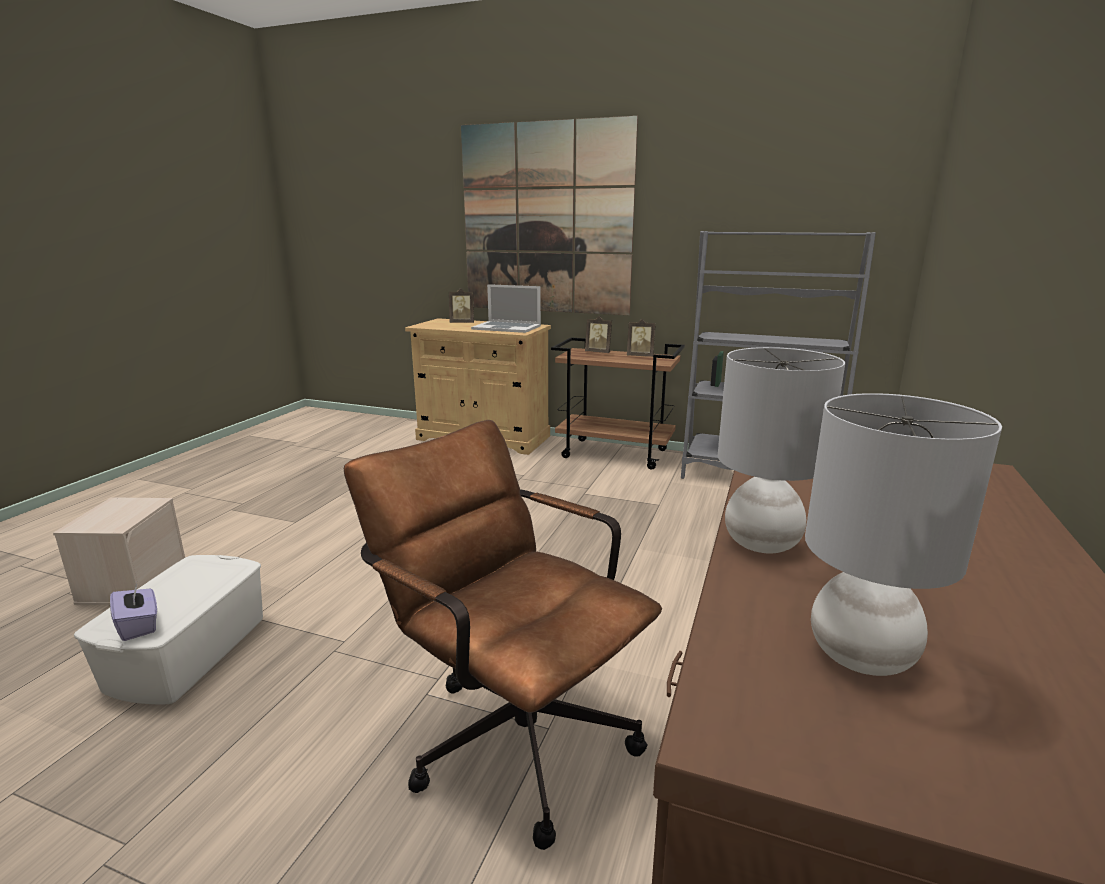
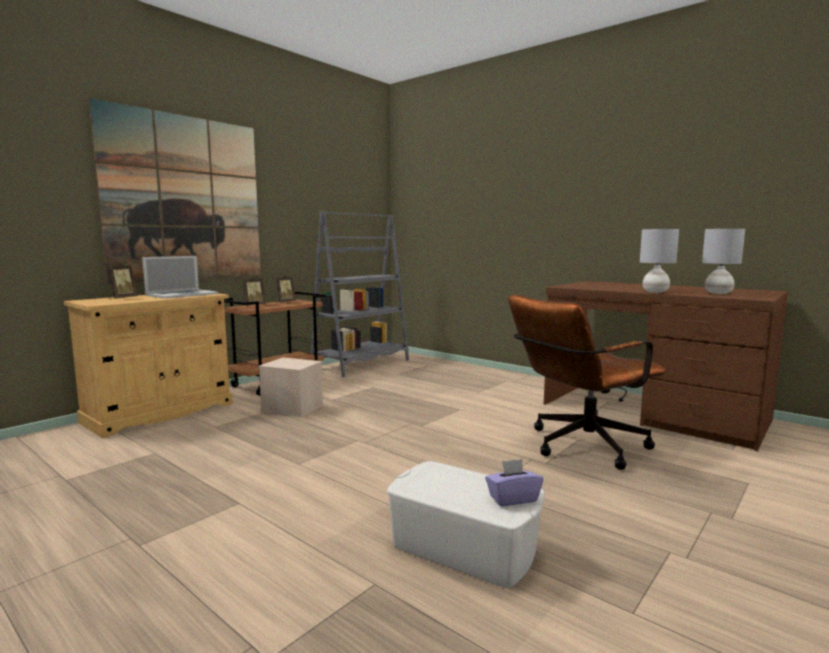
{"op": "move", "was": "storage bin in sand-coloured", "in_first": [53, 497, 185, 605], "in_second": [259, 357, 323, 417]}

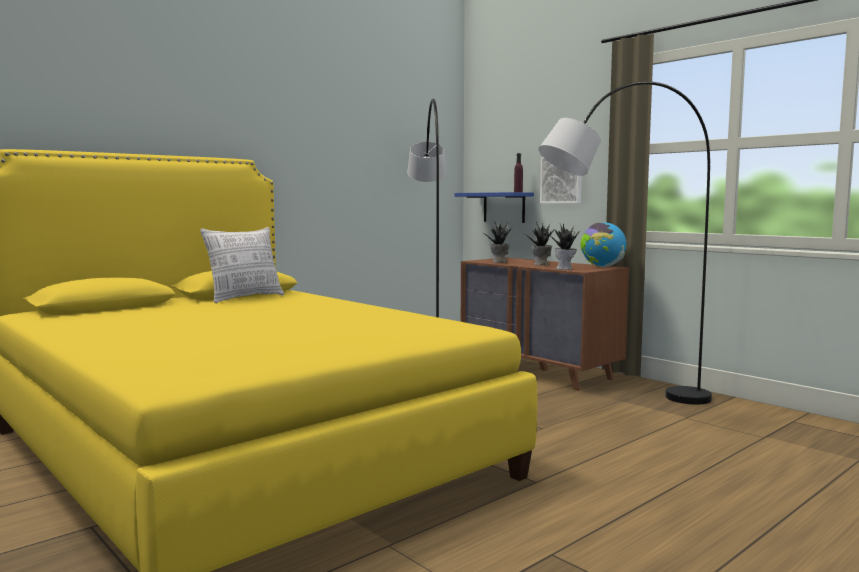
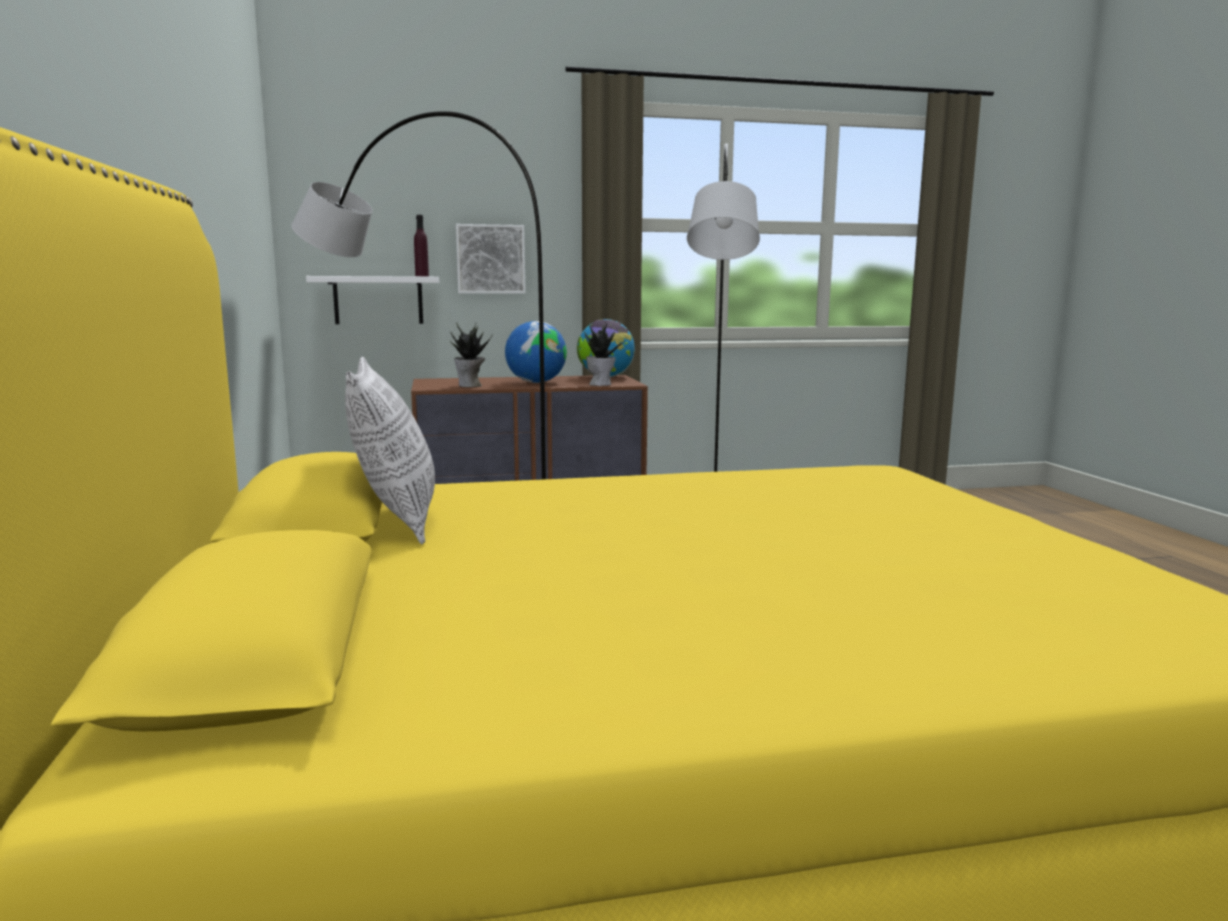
{"op": "recolor", "was": "wall shelf in blue", "now": "wall shelf in white-coloured", "in_first": [455, 192, 534, 223], "in_second": [306, 276, 439, 324]}
{"op": "replace", "was": "potted plant", "now": "globe", "in_first": [525, 222, 554, 265], "in_second": [505, 321, 567, 383]}

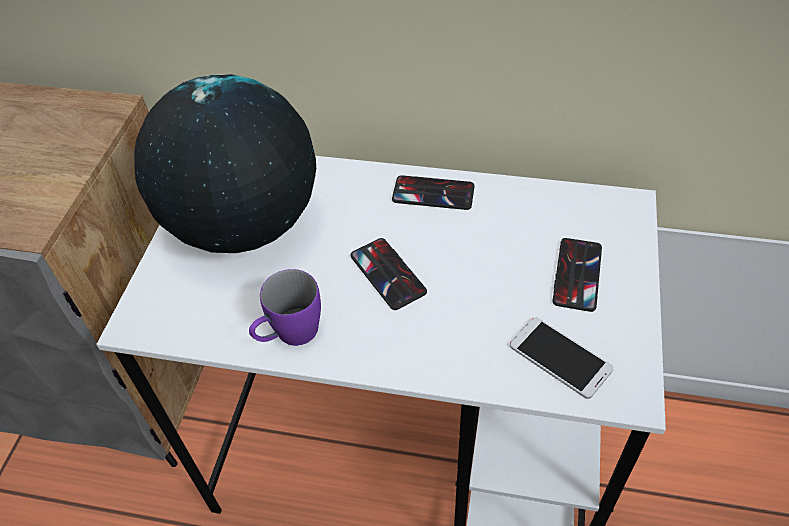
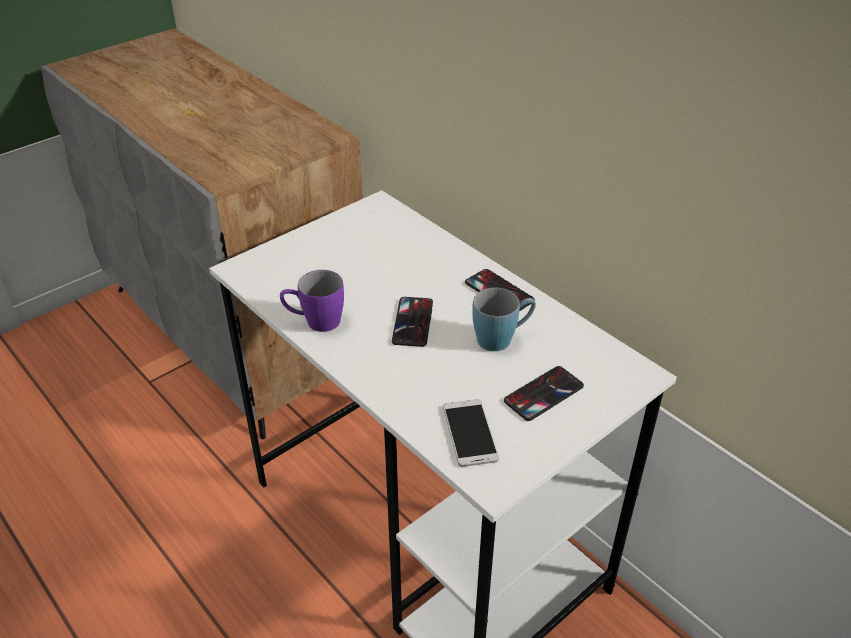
{"op": "insert", "now": "tea mug in blue", "in_second": [472, 288, 536, 351]}
{"op": "delete", "was": "globe", "in_first": [134, 74, 316, 253]}

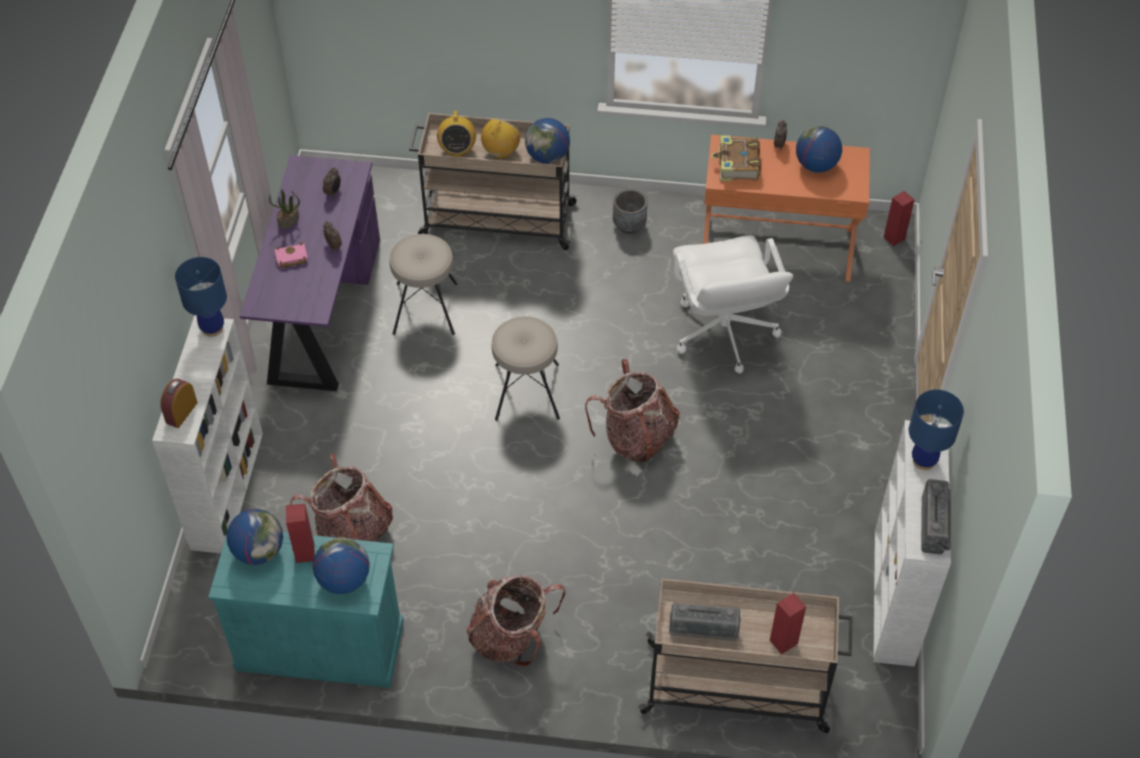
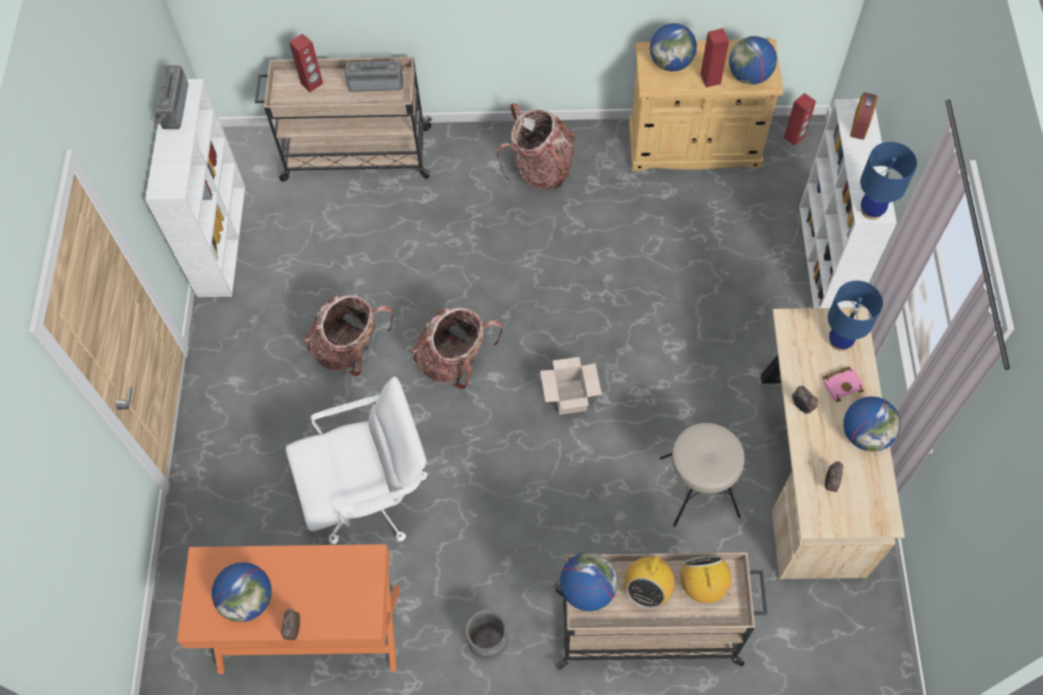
{"op": "rotate", "was": "office chair in white-coloured", "in_first": [673, 235, 793, 373], "in_second": [286, 377, 427, 544], "clockwise": 90}
{"op": "move", "was": "backpack", "in_first": [290, 453, 393, 542], "in_second": [304, 295, 393, 376]}
{"op": "replace", "was": "sitting stool in sand-coloured", "now": "carton", "in_first": [492, 316, 560, 421], "in_second": [540, 357, 602, 415]}
{"op": "recolor", "was": "cupboard in blue-green", "now": "cupboard in sand-coloured", "in_first": [208, 532, 404, 688], "in_second": [629, 39, 783, 171]}
{"op": "recolor", "was": "desk in purplish", "now": "desk in sand-coloured", "in_first": [240, 155, 380, 391], "in_second": [761, 307, 905, 579]}
{"op": "move", "was": "audio speaker in red-coloured", "in_first": [883, 191, 915, 246], "in_second": [784, 93, 816, 146]}
{"op": "move", "was": "lamp for a table in blue", "in_first": [909, 390, 964, 470], "in_second": [828, 281, 883, 351]}
{"op": "replace", "was": "potted plant", "now": "globe", "in_first": [269, 189, 300, 229], "in_second": [844, 396, 901, 452]}
{"op": "delete", "was": "bound book", "in_first": [711, 135, 761, 181]}

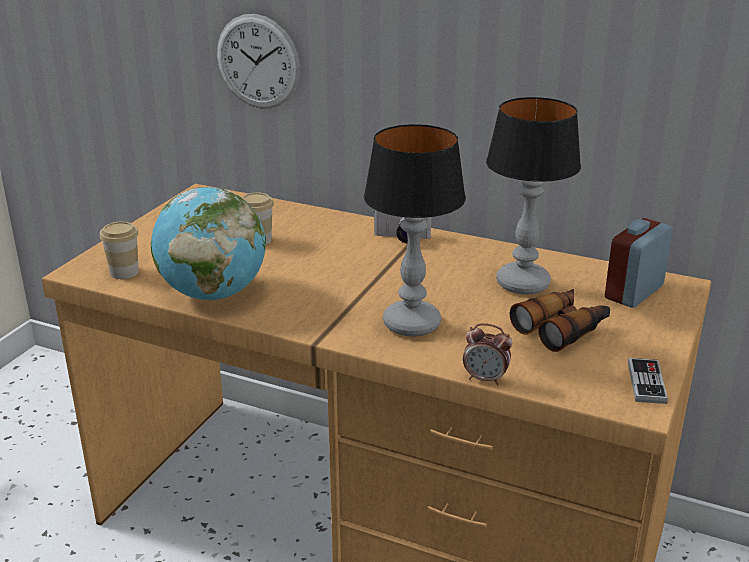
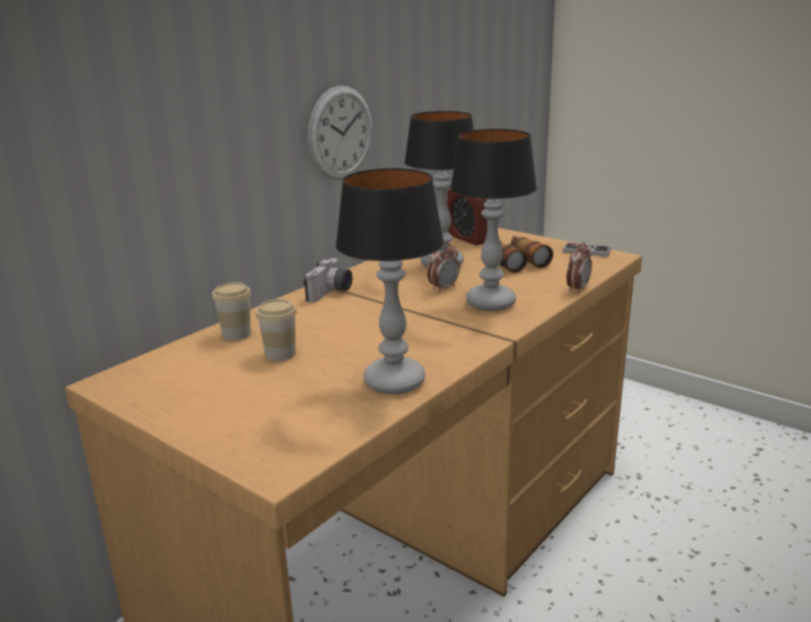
{"op": "move", "was": "drinking cup", "in_first": [100, 222, 139, 279], "in_second": [212, 282, 251, 340]}
{"op": "move", "was": "wall clock", "in_first": [217, 14, 300, 108], "in_second": [308, 86, 372, 180]}
{"op": "replace", "was": "globe", "now": "lamp for a table", "in_first": [151, 187, 266, 300], "in_second": [336, 168, 444, 394]}
{"op": "insert", "now": "bedside clock", "in_second": [427, 243, 460, 293]}

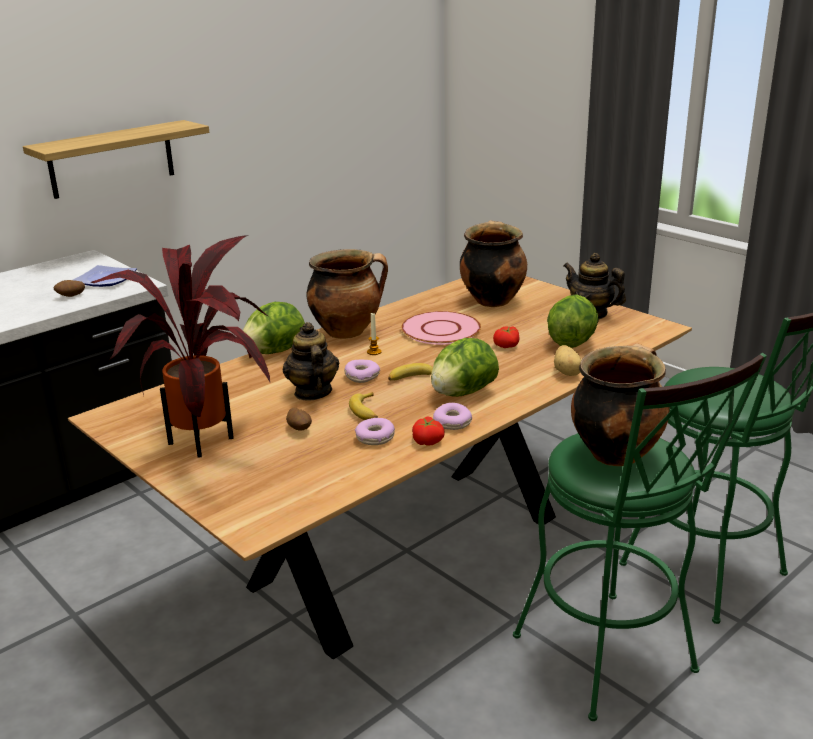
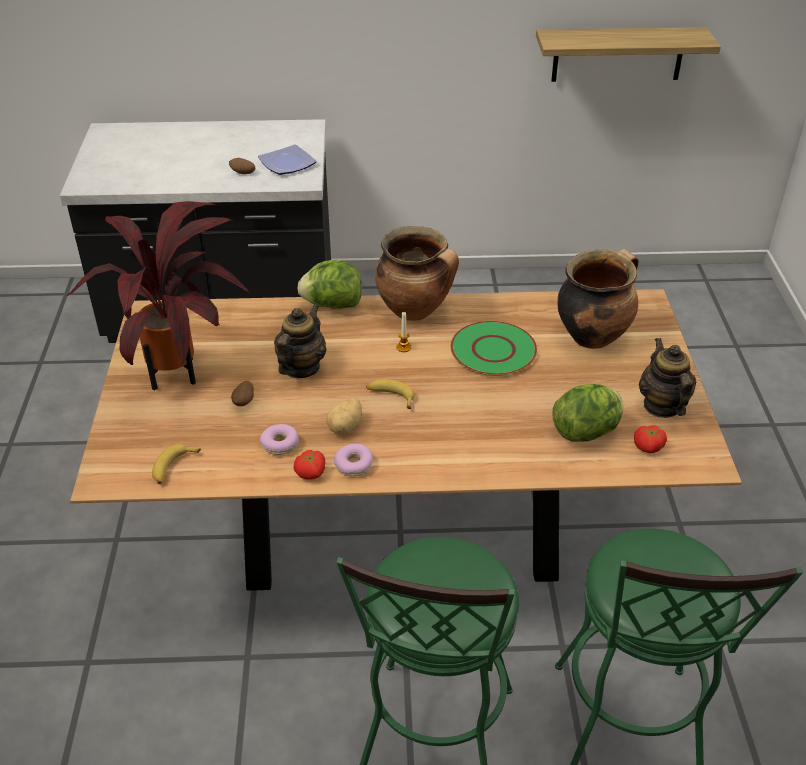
{"op": "move", "was": "banana fruit", "in_first": [349, 392, 378, 420], "in_second": [152, 444, 201, 484]}
{"op": "move", "was": "whole potato", "in_first": [554, 345, 581, 376], "in_second": [326, 398, 362, 435]}
{"op": "recolor", "was": "plate in pinkish", "now": "plate in green", "in_first": [401, 311, 481, 345], "in_second": [450, 321, 537, 376]}
{"op": "move", "was": "wall shelf", "in_first": [23, 120, 209, 199], "in_second": [536, 27, 721, 82]}
{"op": "move", "was": "fresh tomato", "in_first": [493, 326, 520, 348], "in_second": [634, 425, 667, 453]}
{"op": "delete", "was": "doughnut", "in_first": [344, 360, 380, 383]}
{"op": "delete", "was": "lettuce head", "in_first": [431, 338, 499, 397]}
{"op": "delete", "was": "cooking pot", "in_first": [571, 343, 670, 466]}

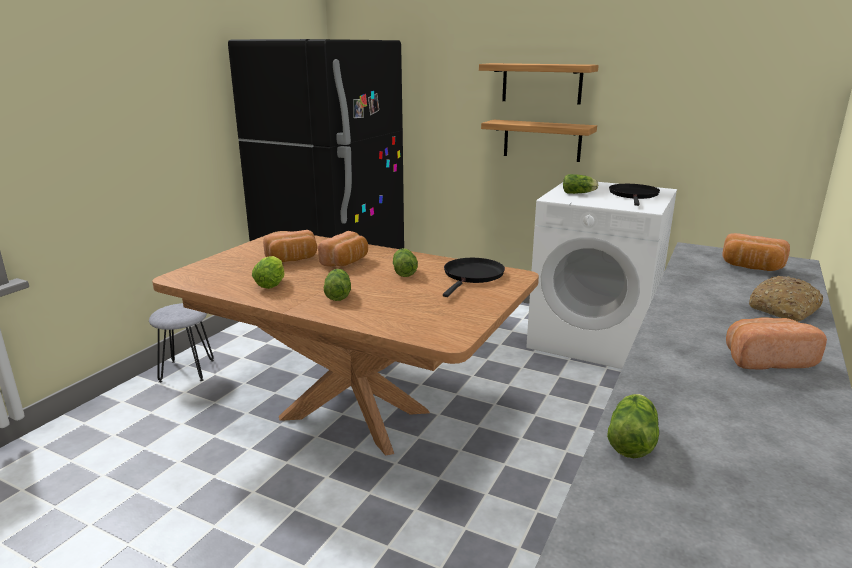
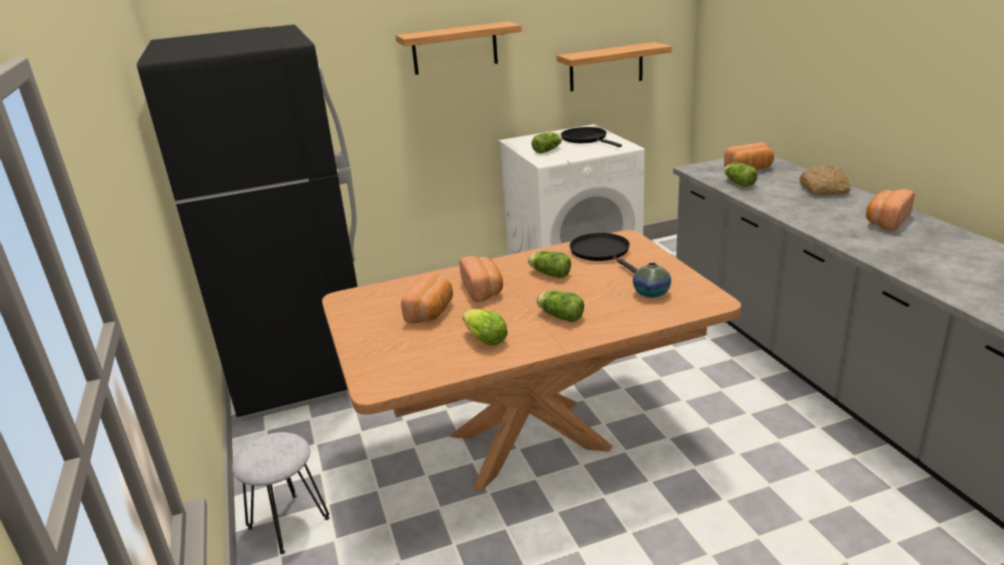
{"op": "move", "was": "wall shelf", "in_first": [481, 120, 597, 162], "in_second": [557, 42, 672, 91]}
{"op": "insert", "now": "vase", "in_second": [633, 262, 671, 298]}
{"op": "move", "was": "lettuce head", "in_first": [607, 394, 659, 458], "in_second": [724, 163, 758, 187]}

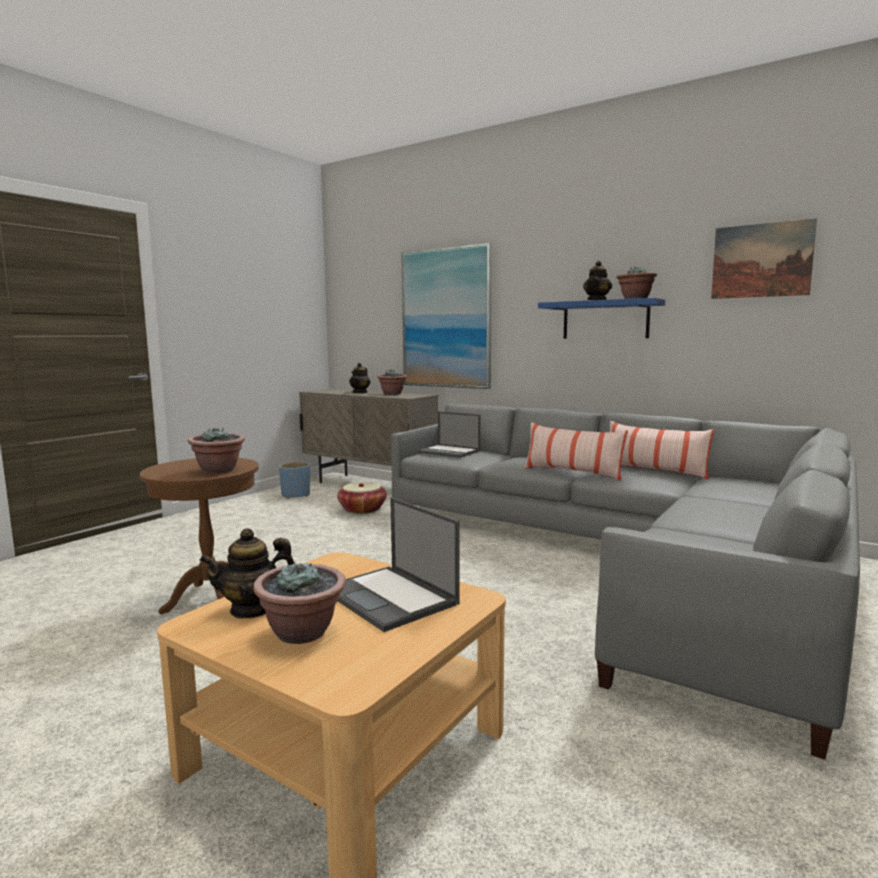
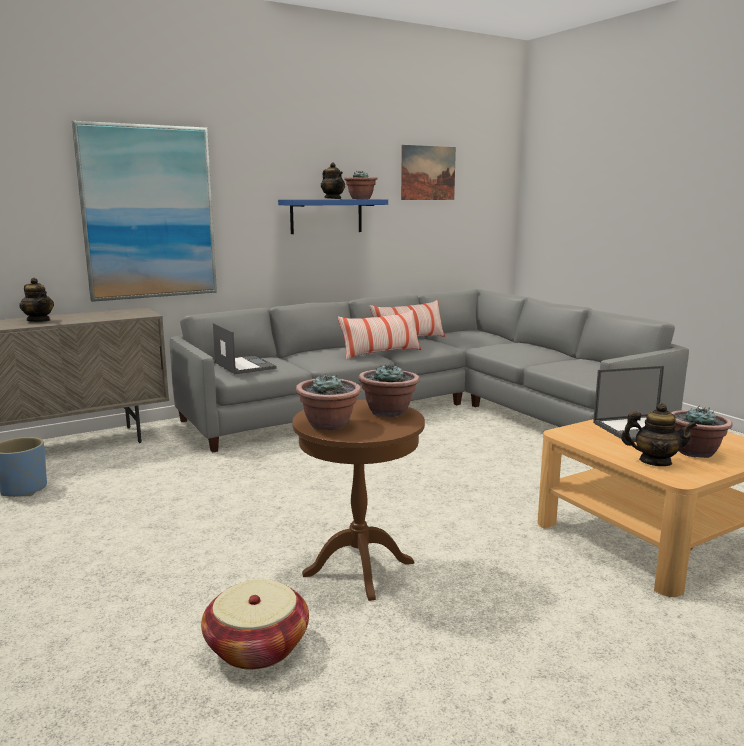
{"op": "move", "was": "storage basket", "in_first": [337, 482, 387, 514], "in_second": [201, 579, 309, 670]}
{"op": "rotate", "was": "notebook computer", "in_first": [417, 412, 480, 458], "in_second": [213, 323, 277, 374], "clockwise": -90}
{"op": "move", "was": "potted plant", "in_first": [377, 370, 407, 395], "in_second": [296, 374, 361, 431]}
{"op": "rotate", "was": "teapot", "in_first": [199, 528, 294, 618], "in_second": [621, 403, 697, 466], "clockwise": -75}

